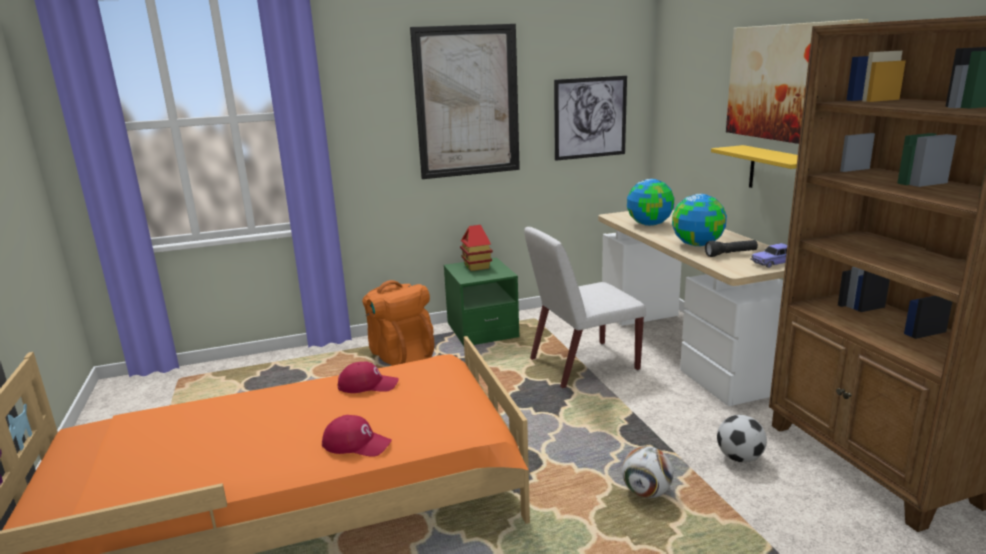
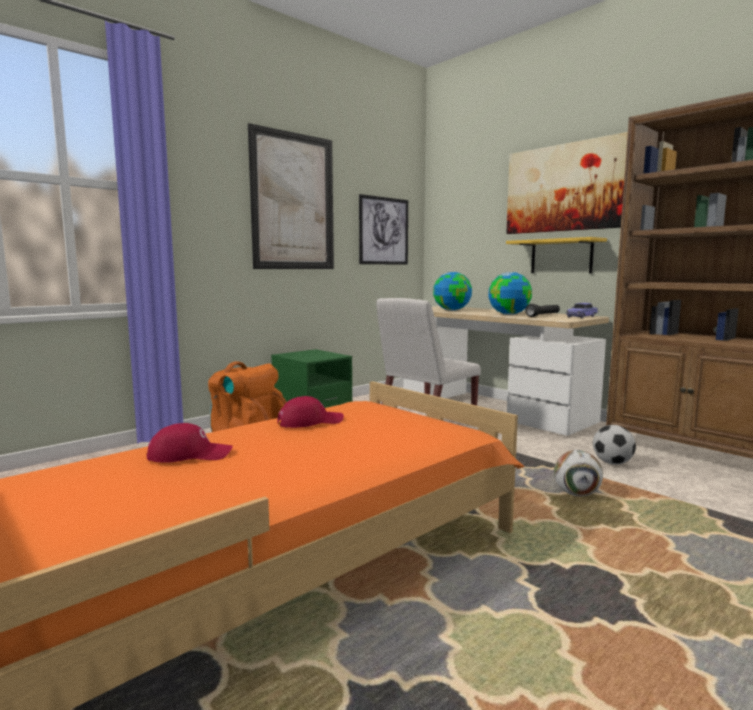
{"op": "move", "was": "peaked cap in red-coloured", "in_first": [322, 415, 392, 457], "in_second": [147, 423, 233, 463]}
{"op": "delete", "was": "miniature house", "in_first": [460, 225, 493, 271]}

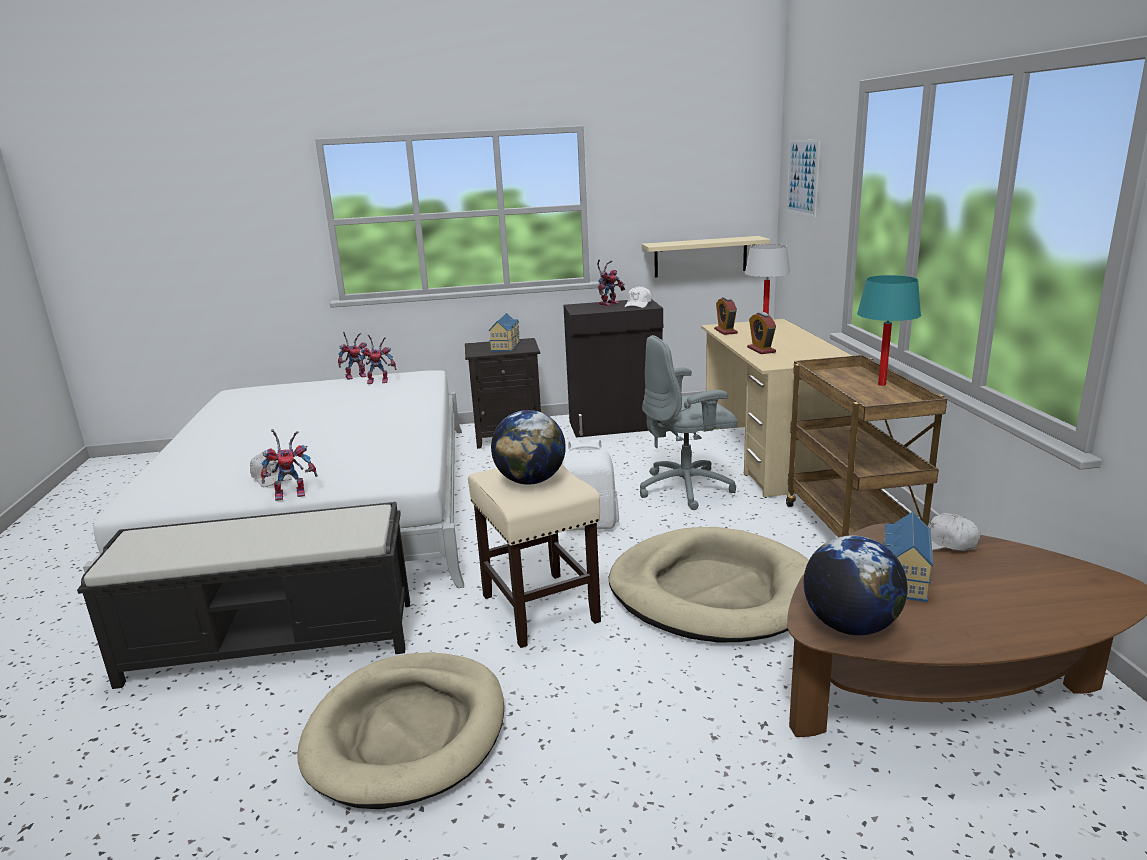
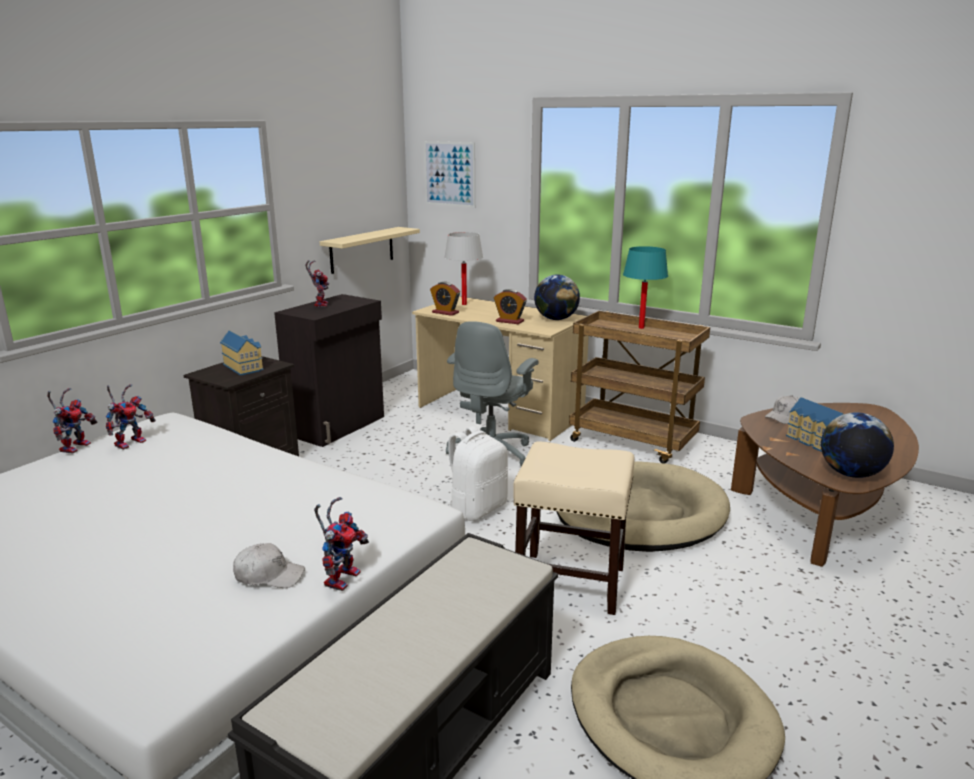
{"op": "move", "was": "globe", "in_first": [491, 410, 566, 485], "in_second": [534, 274, 580, 320]}
{"op": "delete", "was": "peaked cap in white-coloured", "in_first": [625, 286, 652, 308]}

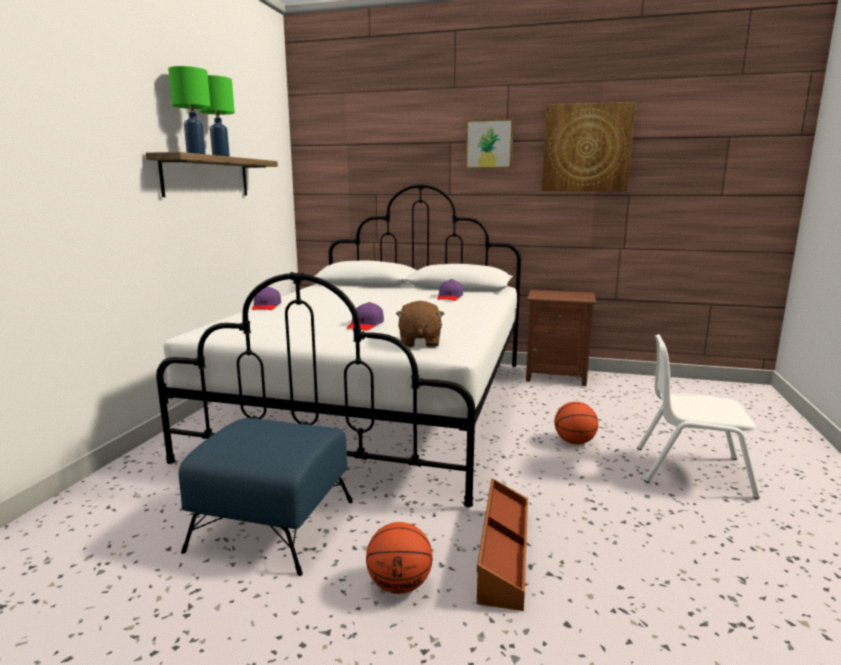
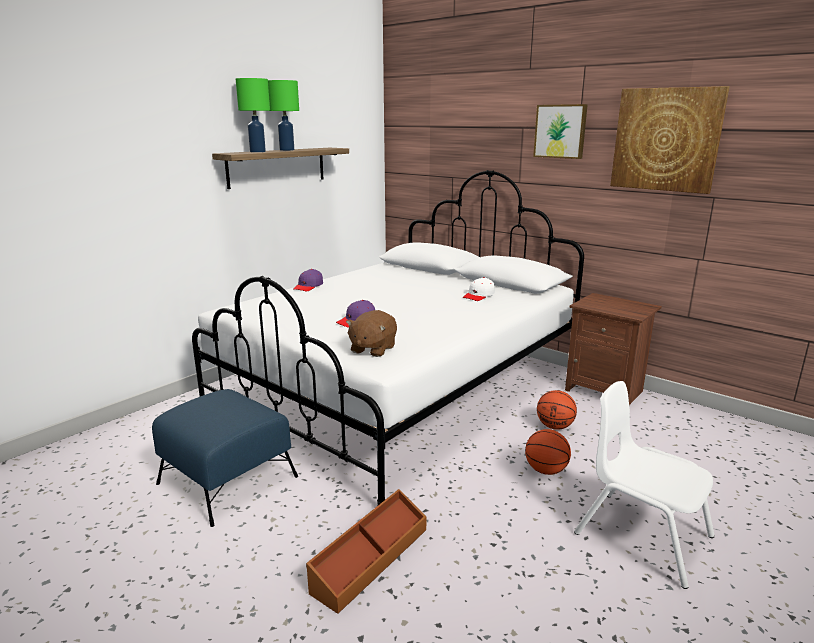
{"op": "recolor", "was": "peaked cap in purplish", "now": "peaked cap in white-coloured", "in_first": [437, 279, 463, 301], "in_second": [463, 277, 495, 301]}
{"op": "move", "was": "ball for basketball", "in_first": [366, 522, 433, 594], "in_second": [537, 390, 577, 430]}

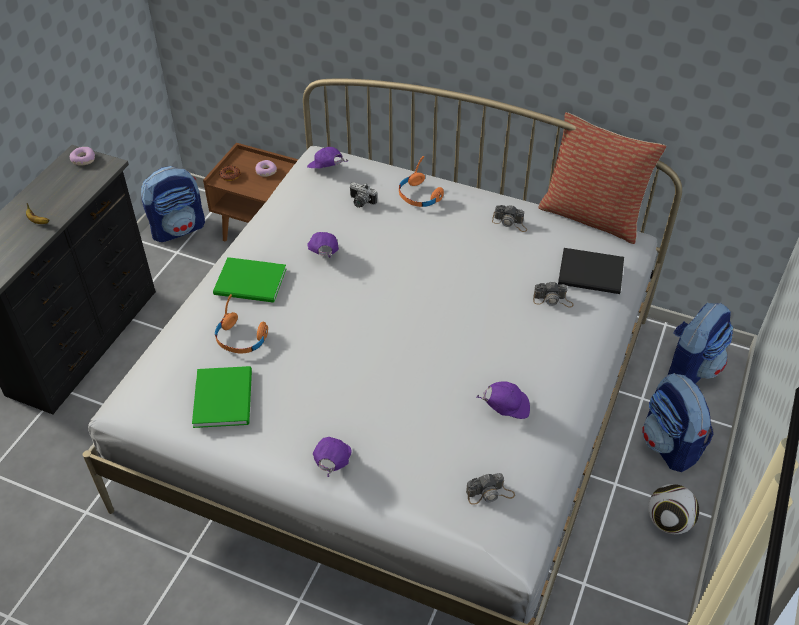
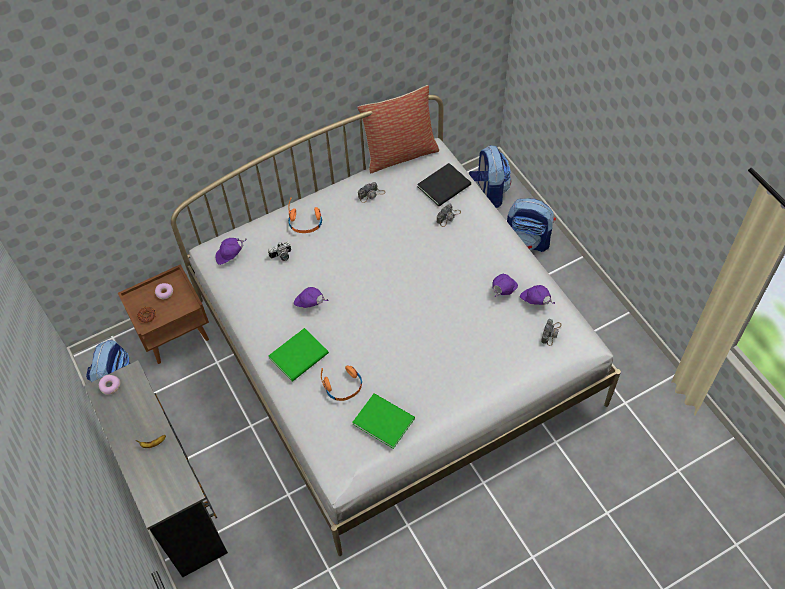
{"op": "move", "was": "peaked cap in purplish", "in_first": [313, 437, 352, 477], "in_second": [520, 285, 555, 305]}
{"op": "delete", "was": "football", "in_first": [648, 484, 699, 534]}

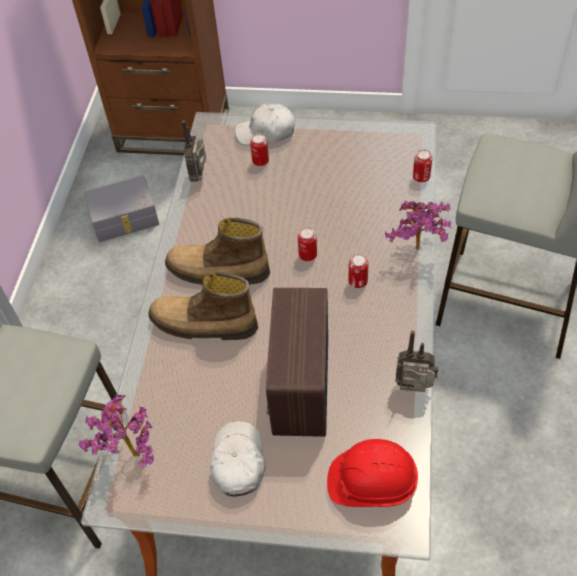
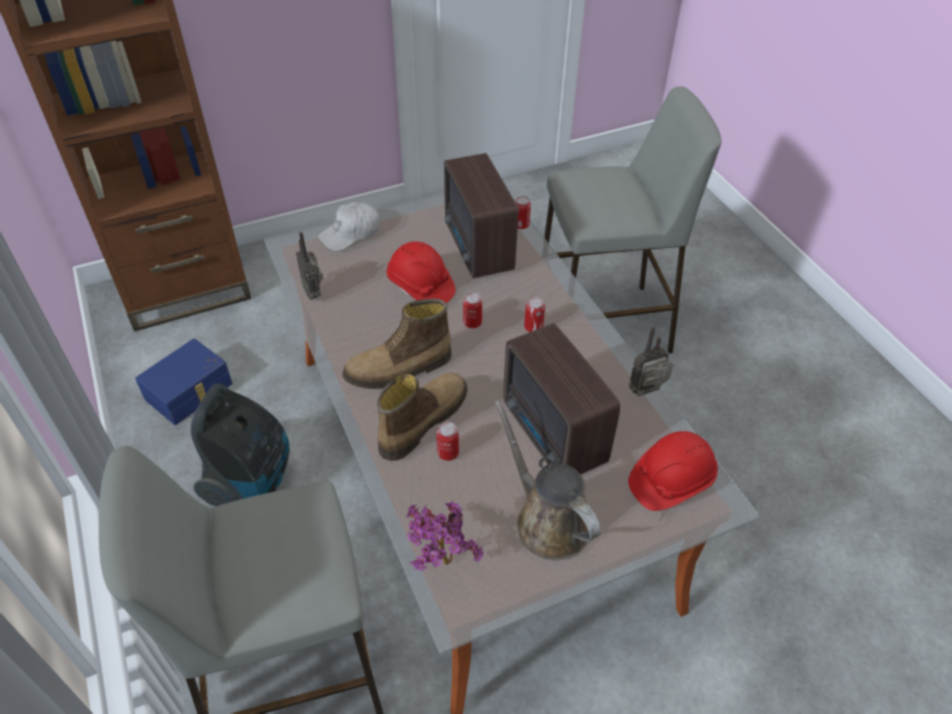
{"op": "recolor", "was": "storage bin in grey", "now": "storage bin in blue", "in_first": [84, 176, 159, 242], "in_second": [135, 338, 232, 425]}
{"op": "insert", "now": "vacuum", "in_second": [191, 383, 289, 506]}
{"op": "rotate", "was": "high-top boot", "in_first": [148, 272, 258, 340], "in_second": [377, 373, 468, 461], "clockwise": 150}
{"op": "insert", "now": "work helmet in red-coloured", "in_second": [386, 241, 456, 303]}
{"op": "move", "was": "can", "in_first": [250, 134, 269, 166], "in_second": [436, 422, 459, 461]}
{"op": "insert", "now": "radio set", "in_second": [444, 153, 518, 278]}
{"op": "replace", "was": "peaked cap in white-coloured", "now": "watering can in brown", "in_first": [210, 421, 266, 497], "in_second": [494, 400, 601, 560]}
{"op": "delete", "was": "potted plant", "in_first": [385, 201, 451, 250]}

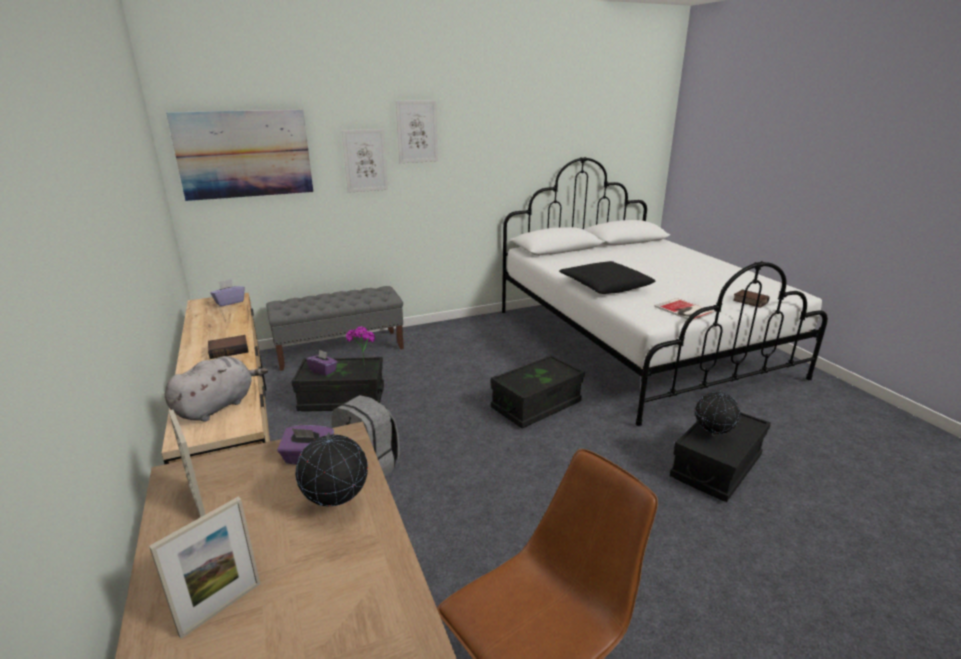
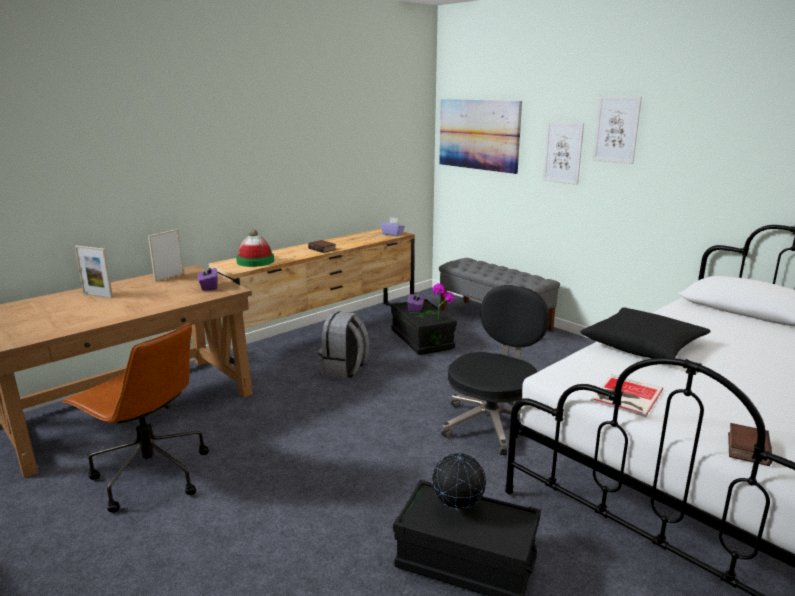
{"op": "replace", "was": "plush toy in grey", "now": "wearable hat", "in_first": [164, 356, 268, 422], "in_second": [236, 229, 274, 267]}
{"op": "replace", "was": "storage bin in black", "now": "office chair in black", "in_first": [491, 355, 585, 428], "in_second": [441, 285, 549, 455]}
{"op": "delete", "was": "globe", "in_first": [295, 432, 368, 507]}

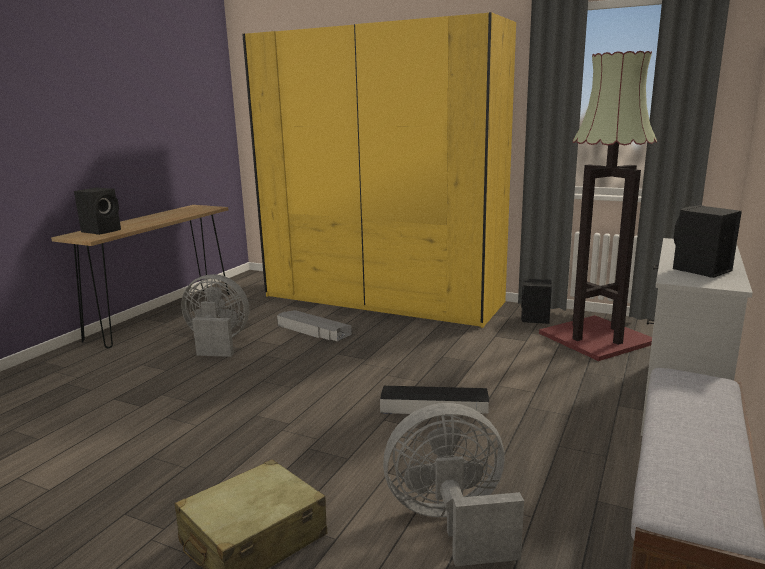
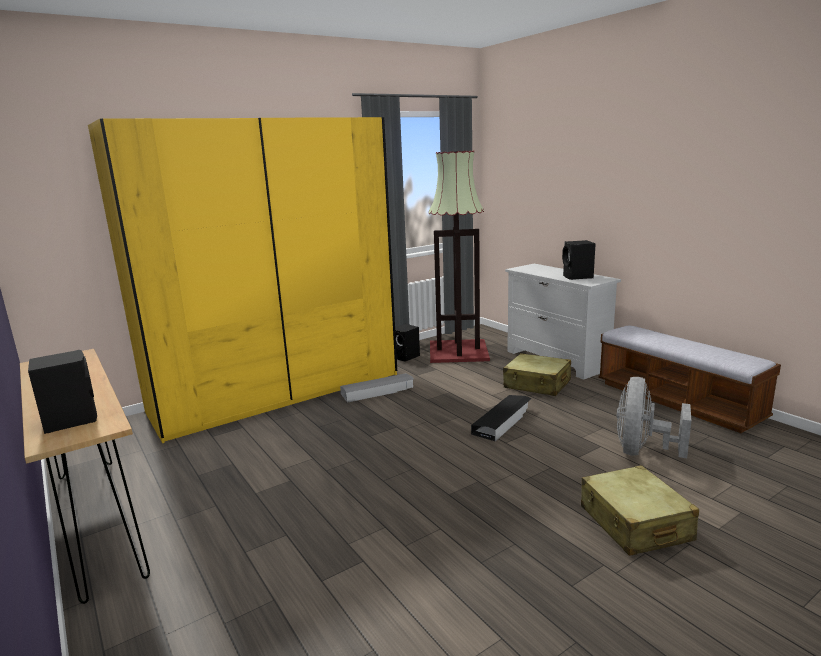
{"op": "move", "was": "storage bin in grey", "in_first": [277, 310, 352, 341], "in_second": [340, 373, 414, 403]}
{"op": "insert", "now": "piece of luggage in sand-coloured", "in_second": [503, 353, 571, 396]}
{"op": "delete", "was": "fan in grey", "in_first": [181, 274, 249, 357]}

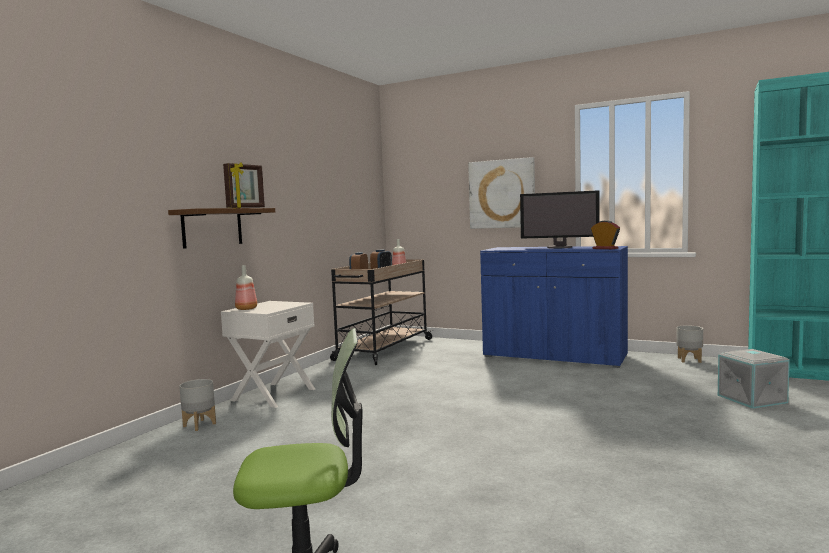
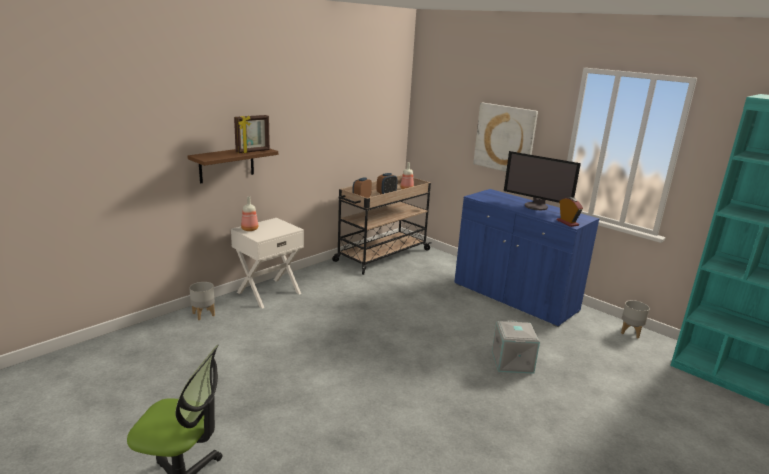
{"op": "move", "was": "storage bin in grey", "in_first": [718, 349, 790, 409], "in_second": [492, 320, 540, 374]}

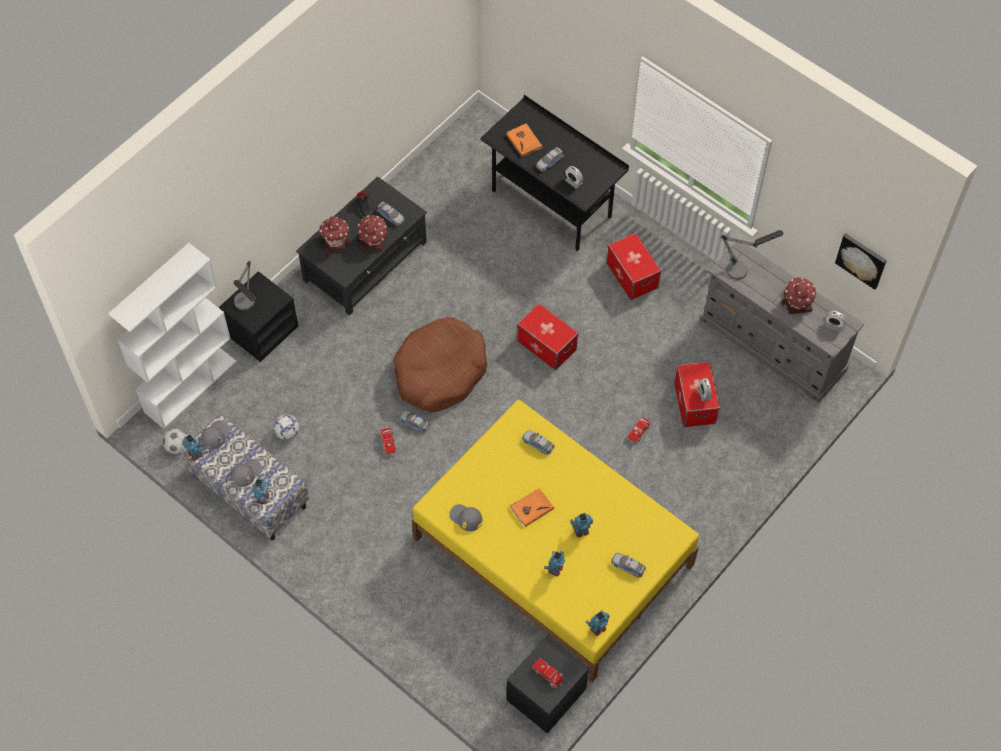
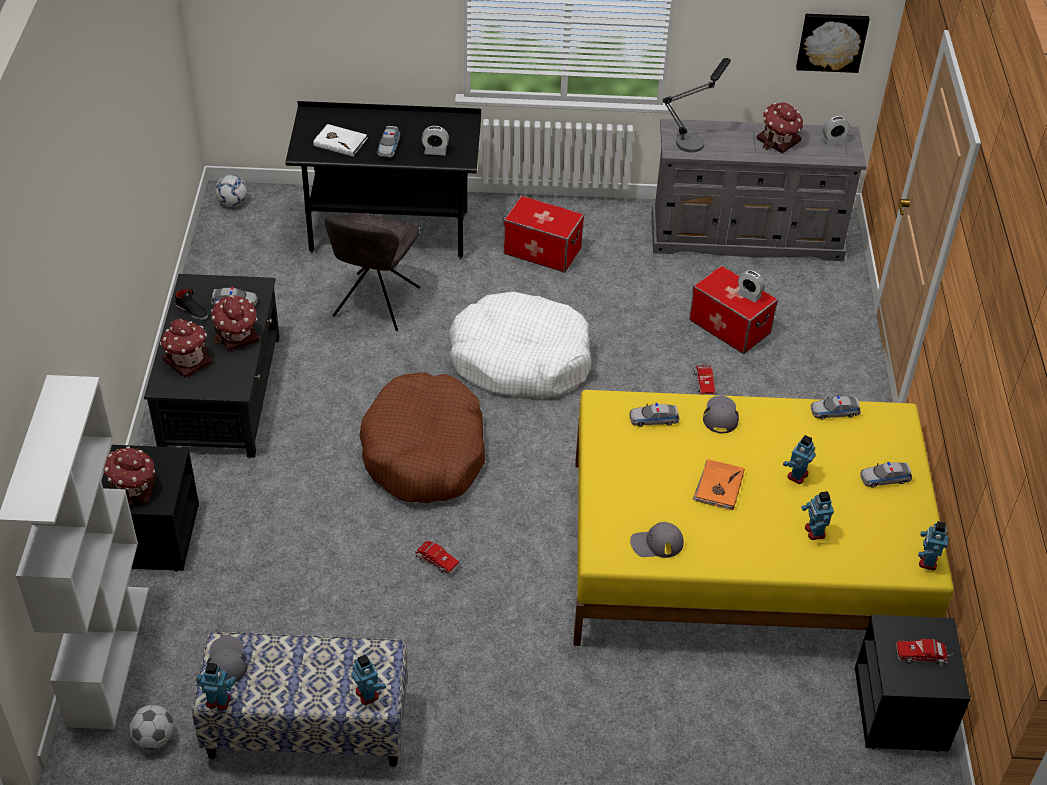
{"op": "replace", "was": "lamp for a table", "now": "miniature house", "in_first": [234, 261, 256, 310], "in_second": [104, 447, 156, 507]}
{"op": "move", "was": "football", "in_first": [274, 414, 299, 440], "in_second": [215, 175, 247, 207]}
{"op": "recolor", "was": "bound book in orange", "now": "bound book in white-coloured", "in_first": [506, 123, 542, 157], "in_second": [313, 124, 367, 156]}
{"op": "insert", "now": "chair in grey", "in_second": [325, 213, 420, 331]}
{"op": "replace", "was": "storage bin", "now": "pet bed in white-coloured", "in_first": [517, 303, 578, 370], "in_second": [449, 291, 591, 398]}
{"op": "move", "was": "peaked cap in grey", "in_first": [231, 459, 262, 487], "in_second": [703, 396, 739, 434]}
{"op": "move", "was": "miniature car", "in_first": [399, 410, 430, 433], "in_second": [811, 395, 861, 420]}

